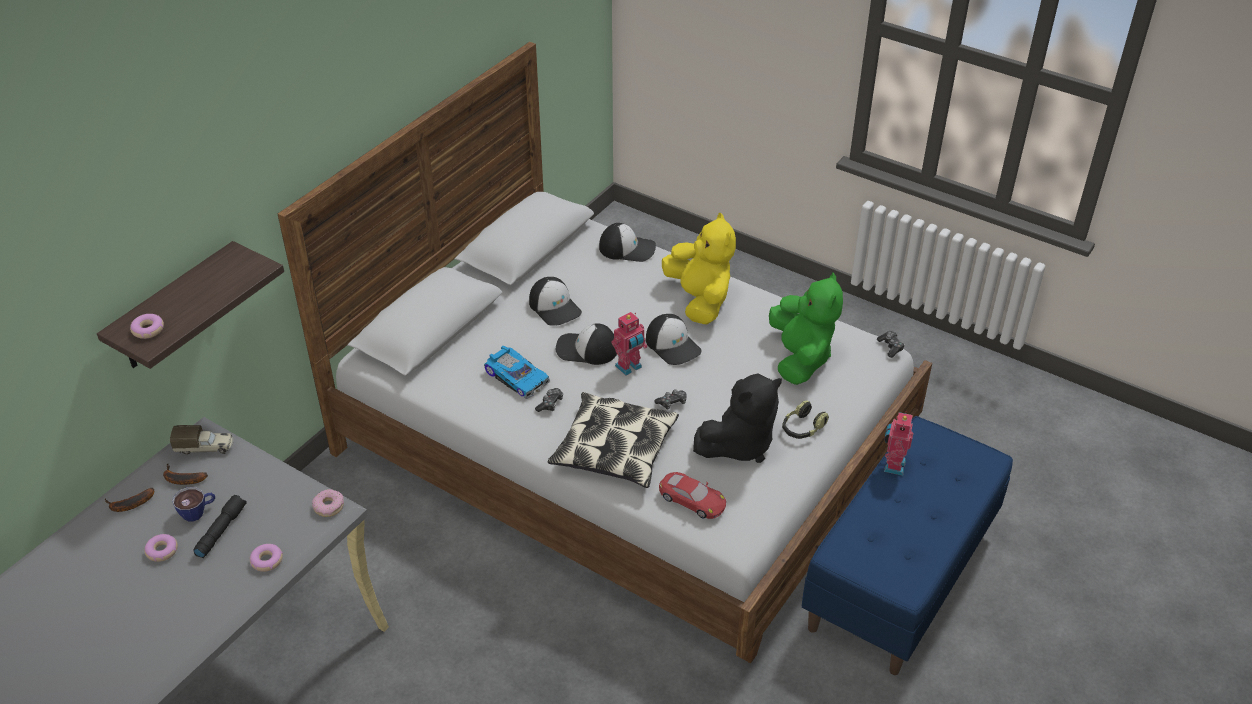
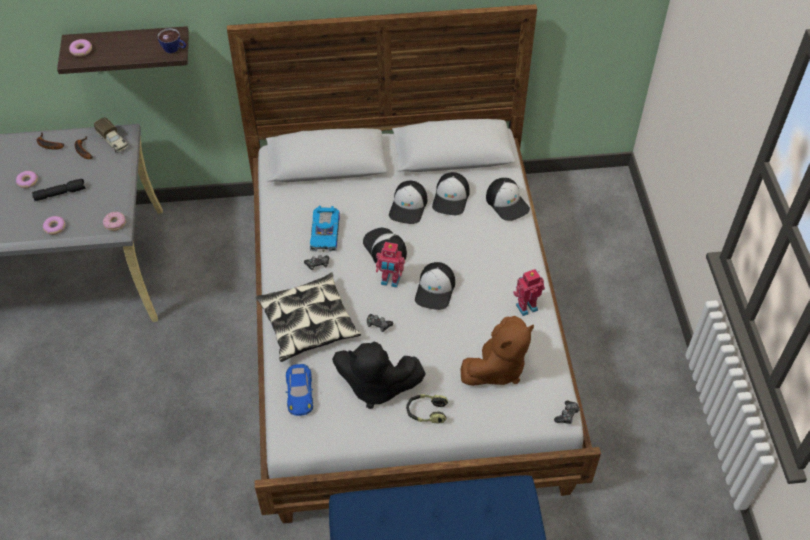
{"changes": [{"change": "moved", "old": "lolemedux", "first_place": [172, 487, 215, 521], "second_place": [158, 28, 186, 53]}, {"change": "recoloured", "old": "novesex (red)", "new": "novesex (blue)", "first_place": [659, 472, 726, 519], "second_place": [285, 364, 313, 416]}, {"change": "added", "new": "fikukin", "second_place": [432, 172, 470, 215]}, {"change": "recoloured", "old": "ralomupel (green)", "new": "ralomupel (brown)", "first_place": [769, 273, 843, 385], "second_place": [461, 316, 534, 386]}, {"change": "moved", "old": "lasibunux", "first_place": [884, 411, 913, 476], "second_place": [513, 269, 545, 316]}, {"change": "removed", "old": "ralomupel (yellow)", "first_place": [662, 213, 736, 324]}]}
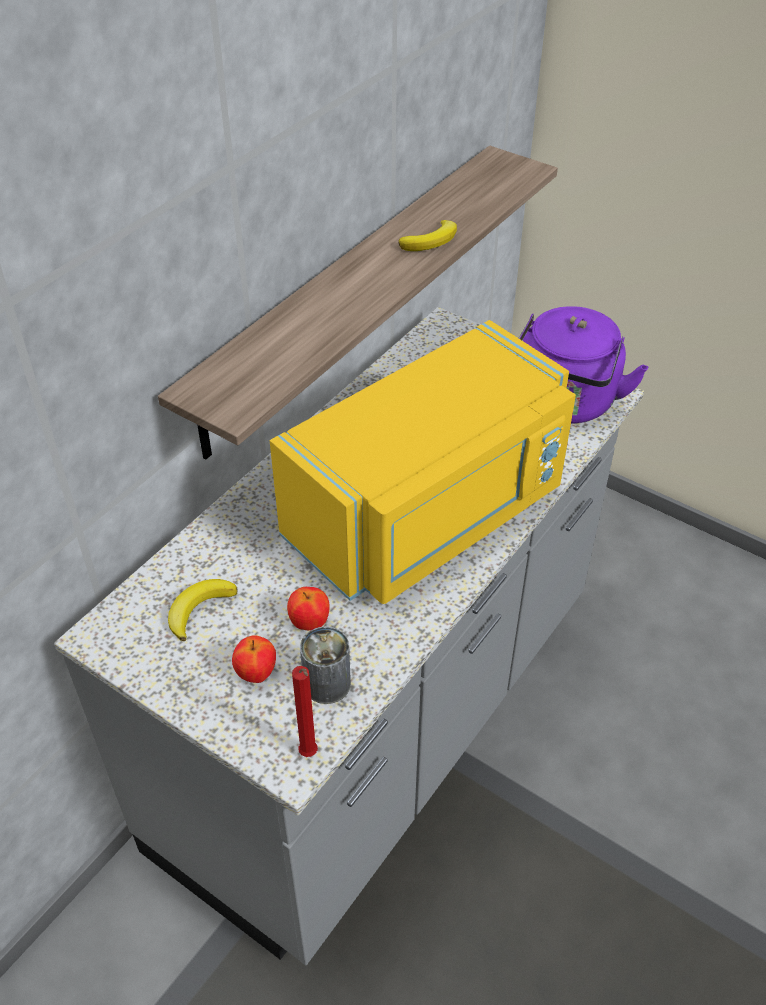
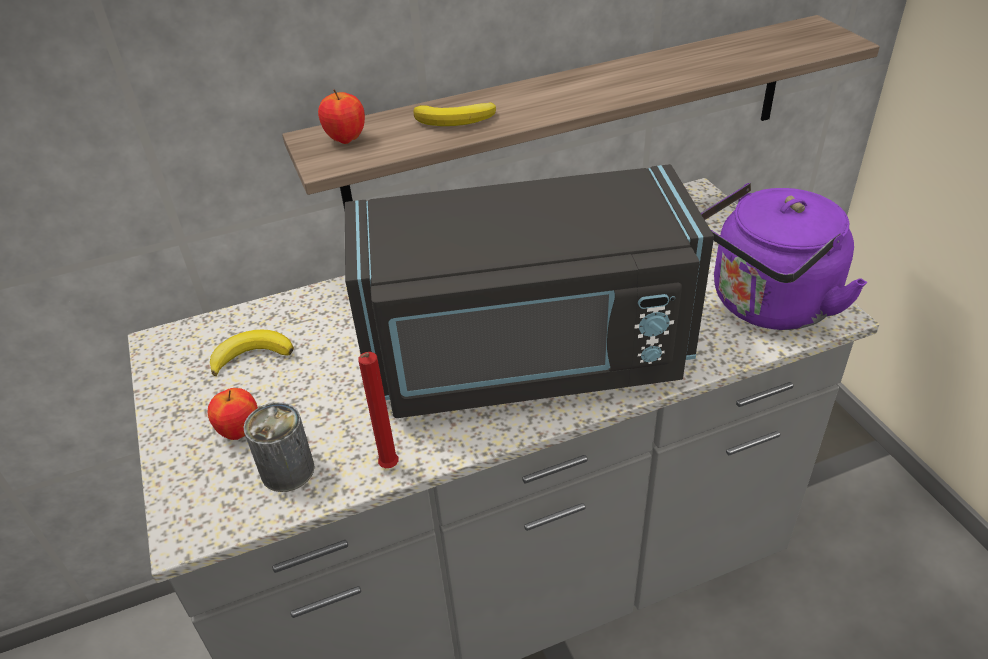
{"changes": [{"change": "moved", "old": "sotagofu", "first_place": [287, 587, 330, 630], "second_place": [318, 89, 365, 144]}, {"change": "recoloured", "old": "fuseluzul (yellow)", "new": "fuseluzul (black)", "first_place": [270, 320, 576, 604], "second_place": [345, 164, 714, 418]}, {"change": "moved", "old": "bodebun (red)", "first_place": [292, 666, 318, 757], "second_place": [358, 352, 399, 468]}, {"change": "moved", "old": "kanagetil", "first_place": [398, 220, 457, 251], "second_place": [414, 102, 496, 126]}]}
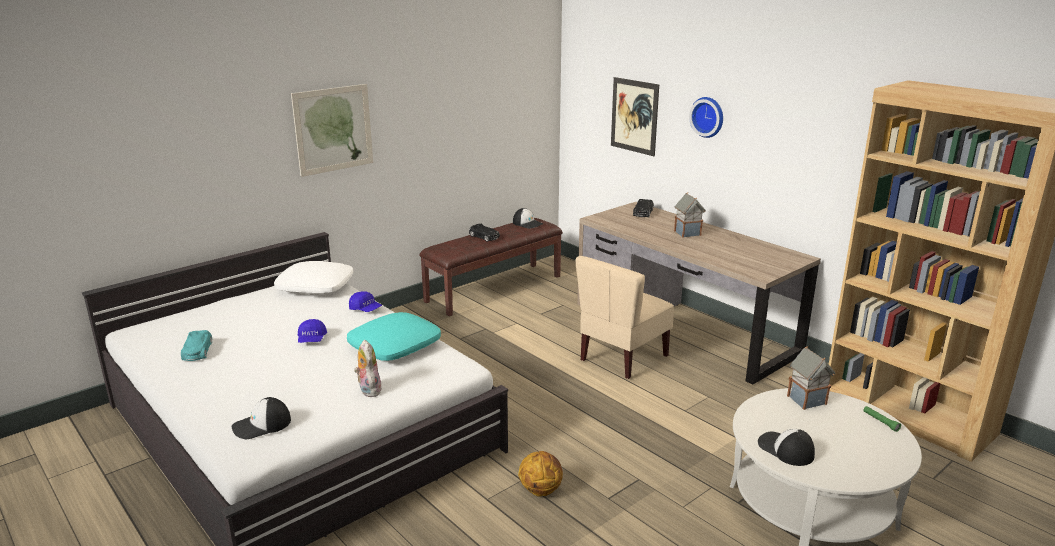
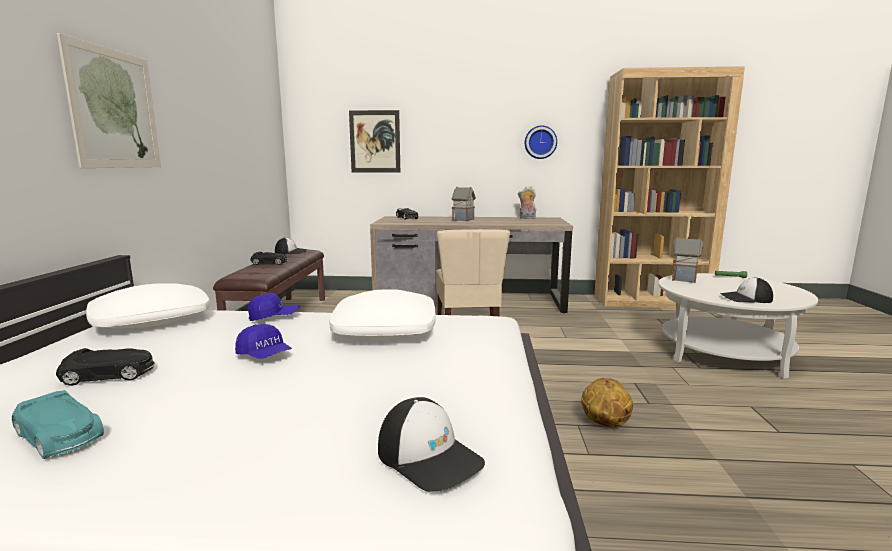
{"changes": [{"change": "added", "new": "novesex (black)", "second_place": [56, 348, 155, 386]}, {"change": "recoloured", "old": "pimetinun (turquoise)", "new": "pimetinun (white)", "first_place": [347, 312, 441, 361], "second_place": [329, 289, 436, 339]}, {"change": "turned", "old": "fikukin", "first_place": [232, 397, 291, 440], "second_place": [378, 397, 485, 492], "degrees": -60}, {"change": "moved", "old": "ralomupel", "first_place": [354, 340, 382, 397], "second_place": [518, 186, 536, 219]}, {"change": "moved", "old": "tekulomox", "first_place": [689, 97, 723, 138], "second_place": [525, 125, 557, 159]}]}
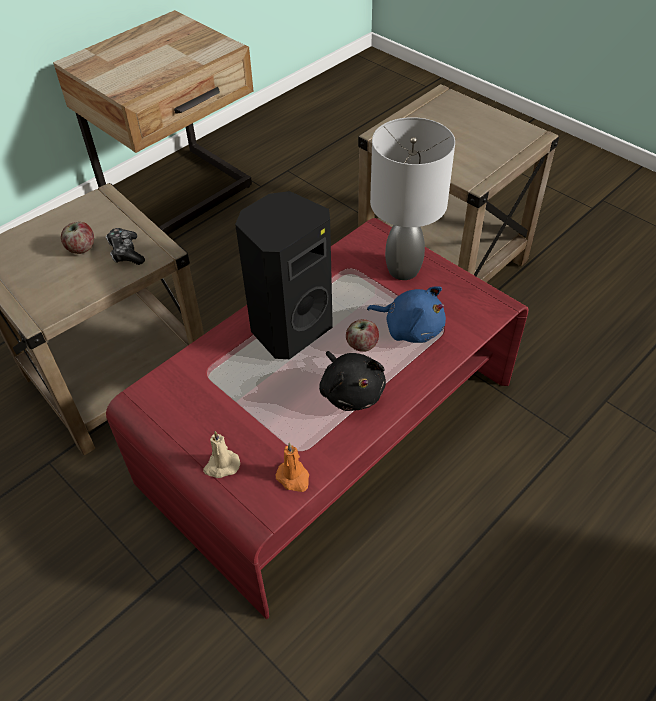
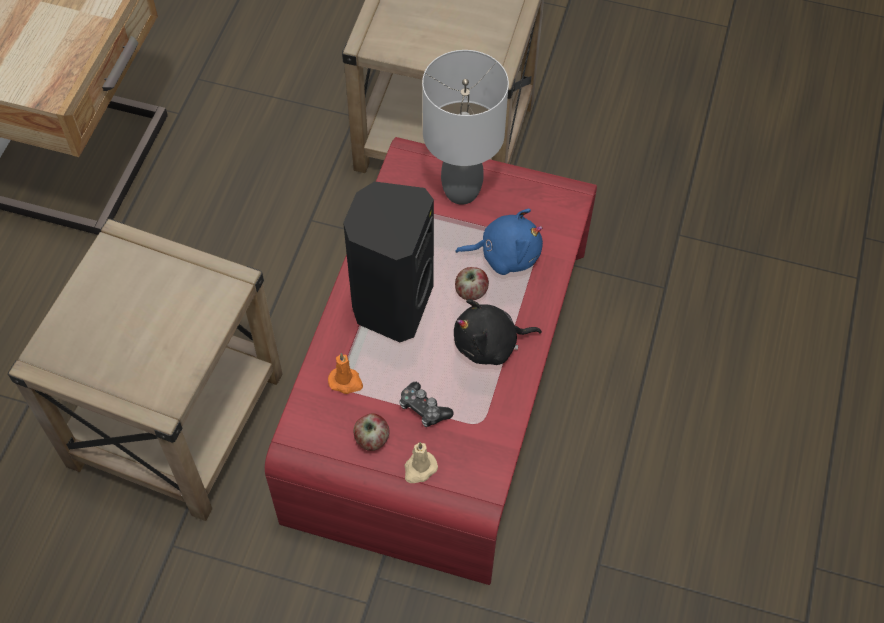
{"changes": [{"change": "moved", "old": "bodebun (orange)", "first_place": [275, 443, 309, 492], "second_place": [328, 353, 363, 394]}, {"change": "moved", "old": "sotagofu", "first_place": [61, 222, 94, 254], "second_place": [354, 414, 390, 451]}, {"change": "moved", "old": "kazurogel", "first_place": [106, 228, 145, 265], "second_place": [399, 382, 453, 427]}, {"change": "turned", "old": "ralomupel (black)", "first_place": [319, 351, 386, 411], "second_place": [454, 299, 542, 365], "degrees": 135}]}
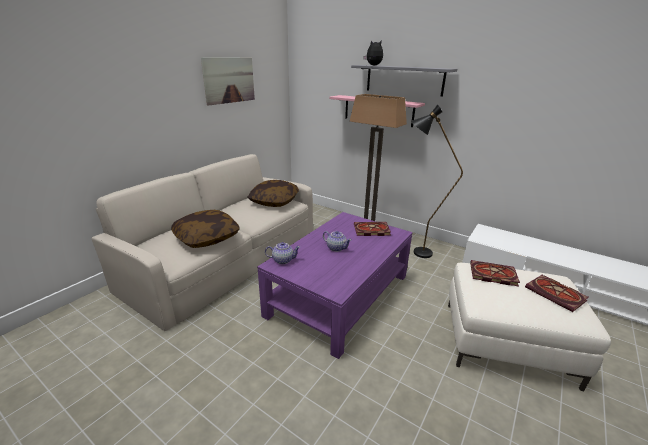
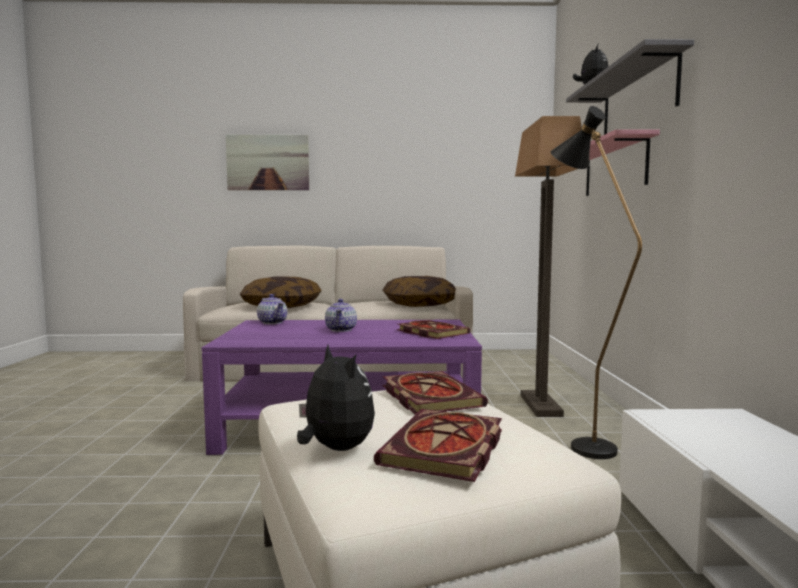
{"changes": [{"change": "moved", "old": "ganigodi", "first_place": [201, 57, 255, 106], "second_place": [226, 135, 309, 190]}, {"change": "added", "new": "ralomupel", "second_place": [297, 345, 375, 451]}]}
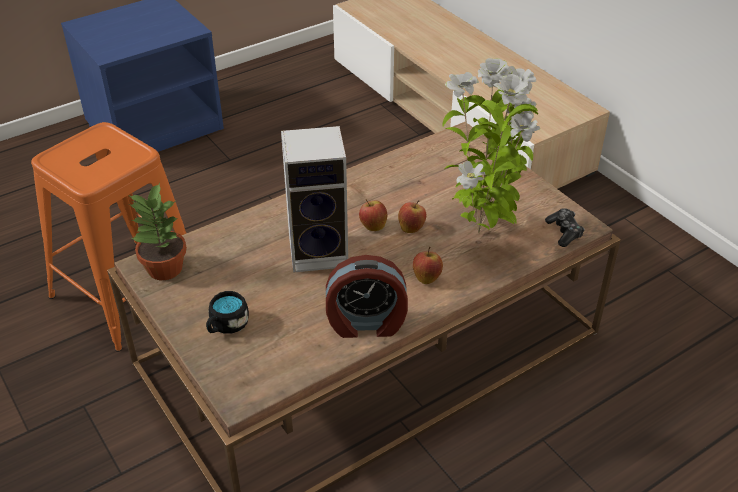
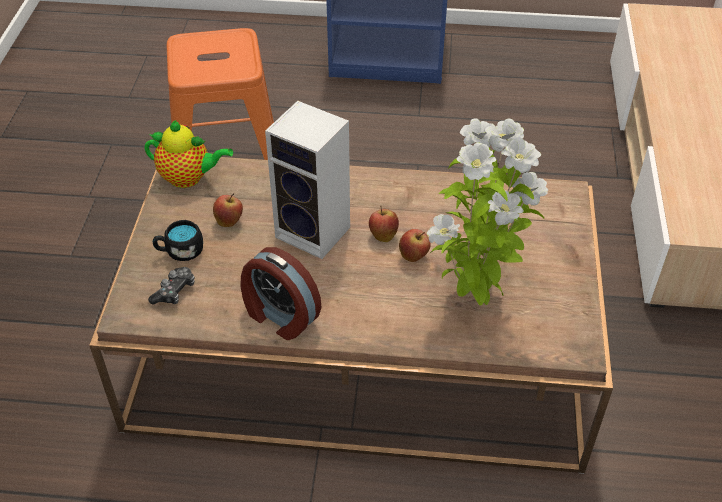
{"changes": [{"change": "replaced", "old": "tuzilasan", "new": "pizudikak", "first_place": [129, 183, 187, 280], "second_place": [144, 120, 233, 188]}, {"change": "moved", "old": "kazurogel", "first_place": [545, 208, 585, 247], "second_place": [148, 267, 195, 305]}, {"change": "moved", "old": "sotagofu", "first_place": [413, 247, 443, 284], "second_place": [213, 193, 243, 227]}]}
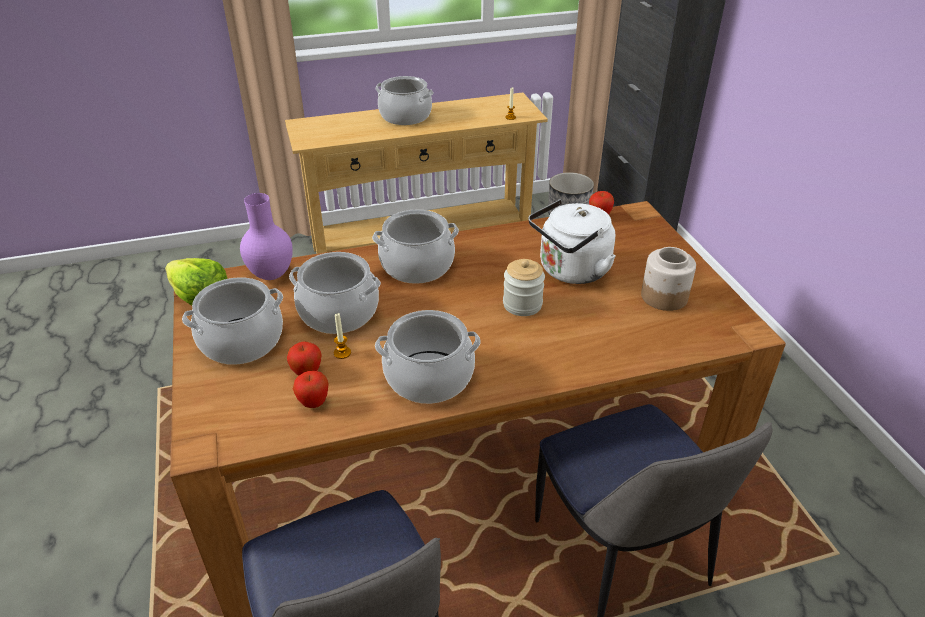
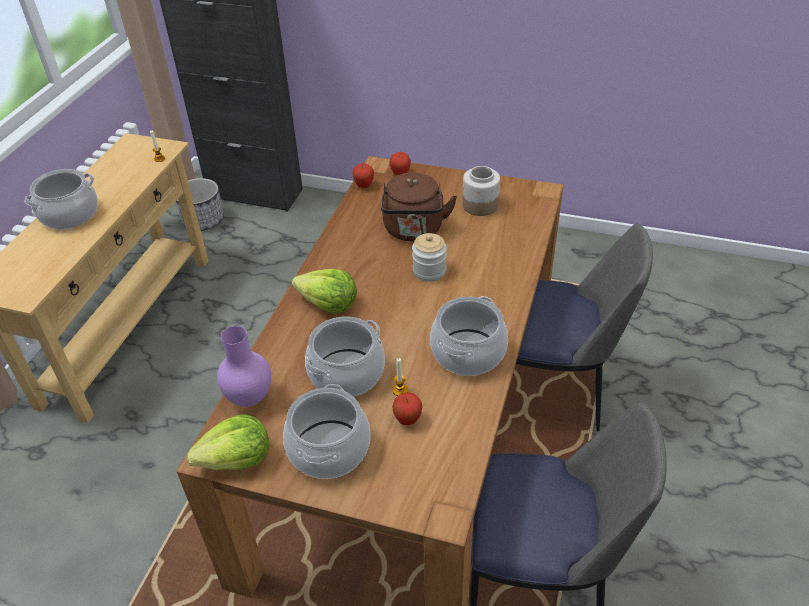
{"changes": [{"change": "replaced", "old": "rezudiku", "new": "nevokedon", "first_place": [372, 210, 459, 284], "second_place": [292, 269, 357, 314]}, {"change": "recoloured", "old": "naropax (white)", "new": "naropax (brown)", "first_place": [528, 199, 616, 284], "second_place": [381, 172, 457, 241]}, {"change": "moved", "old": "sotagofu", "first_place": [293, 371, 329, 408], "second_place": [389, 152, 411, 175]}]}
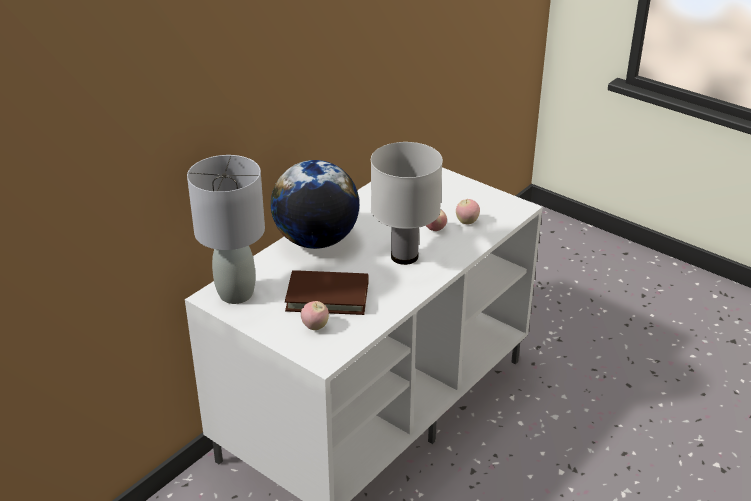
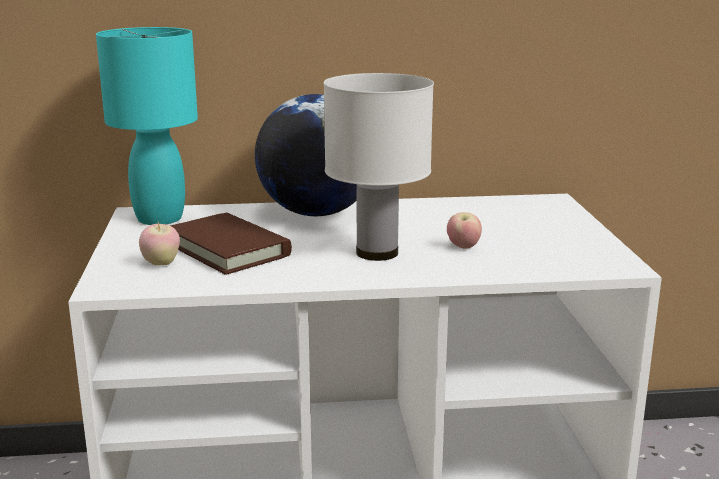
{"changes": [{"change": "recoloured", "old": "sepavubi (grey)", "new": "sepavubi (turquoise)", "first_place": [187, 155, 265, 304], "second_place": [96, 27, 198, 225]}, {"change": "removed", "old": "sotagofu", "first_place": [456, 199, 480, 224]}]}
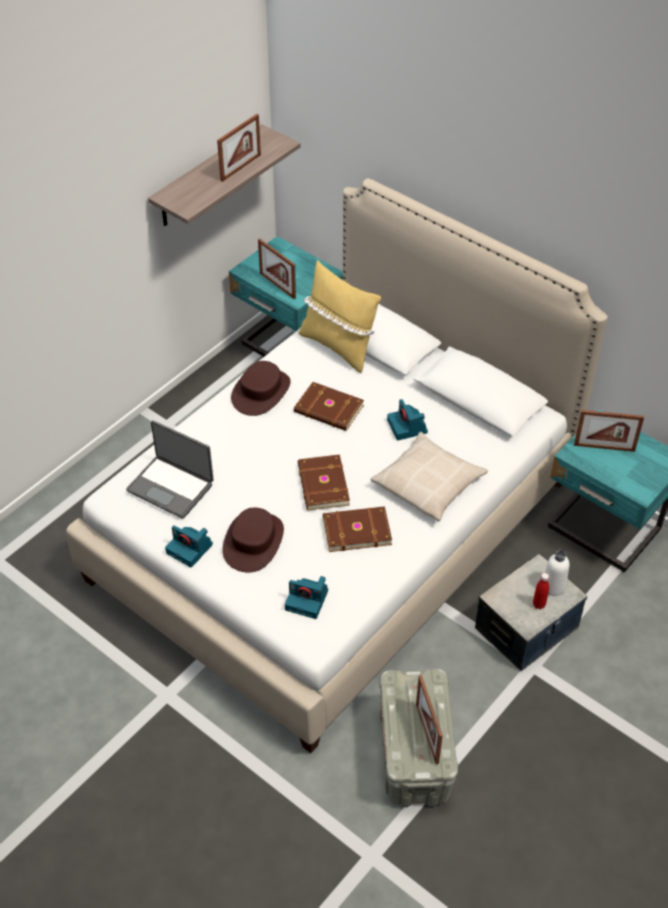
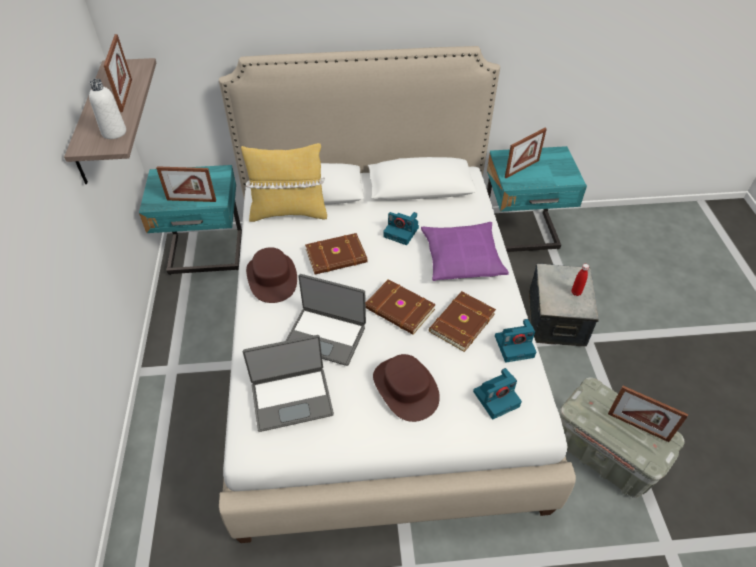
{"changes": [{"change": "moved", "old": "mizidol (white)", "first_place": [545, 550, 569, 596], "second_place": [89, 79, 126, 139]}, {"change": "added", "new": "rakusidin", "second_place": [285, 274, 366, 366]}, {"change": "recoloured", "old": "pimetinun (beige)", "new": "pimetinun (purple)", "first_place": [371, 432, 488, 522], "second_place": [421, 222, 509, 281]}, {"change": "moved", "old": "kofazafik", "first_place": [165, 525, 213, 568], "second_place": [495, 319, 536, 363]}]}
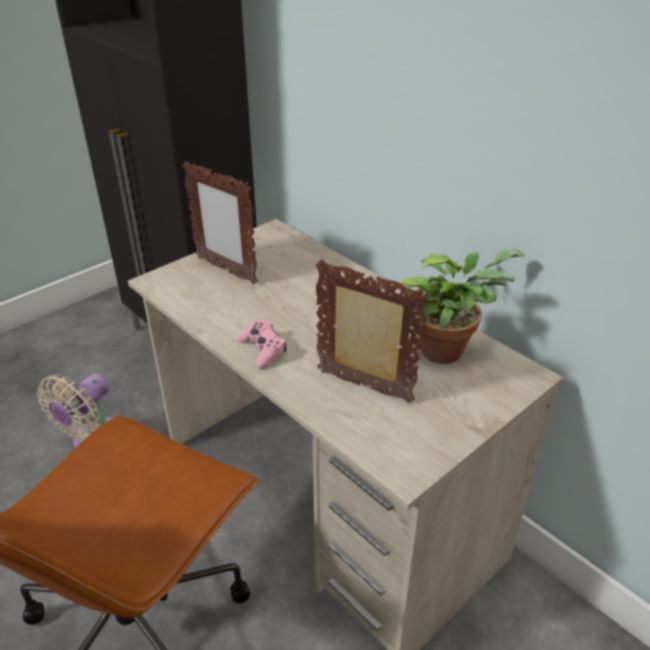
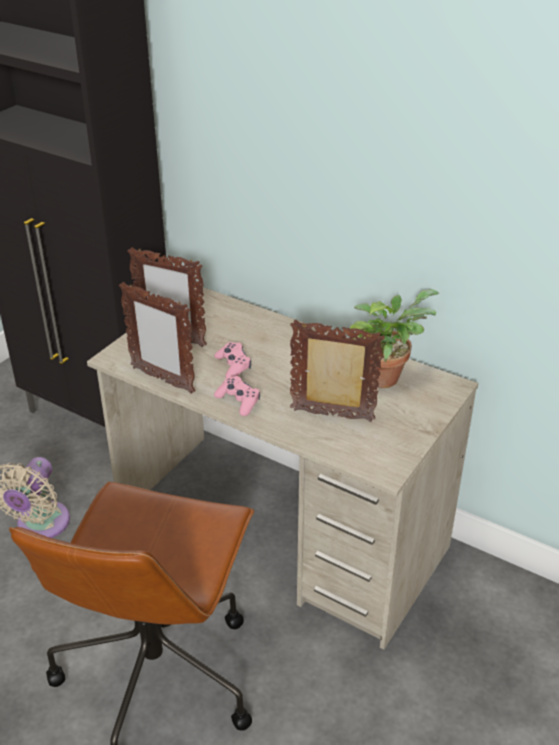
{"changes": [{"change": "added", "new": "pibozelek", "second_place": [119, 282, 196, 394]}, {"change": "added", "new": "kazurogel (pink)", "second_place": [214, 342, 251, 378]}]}
